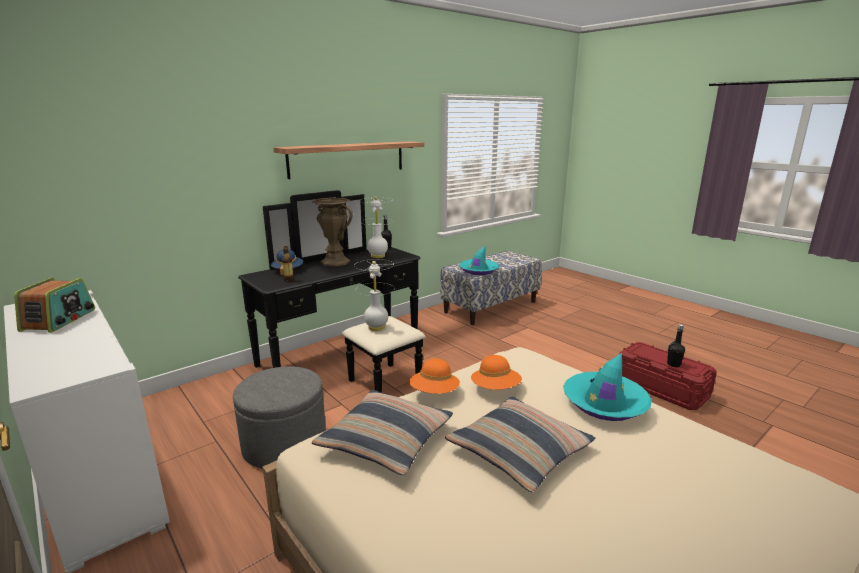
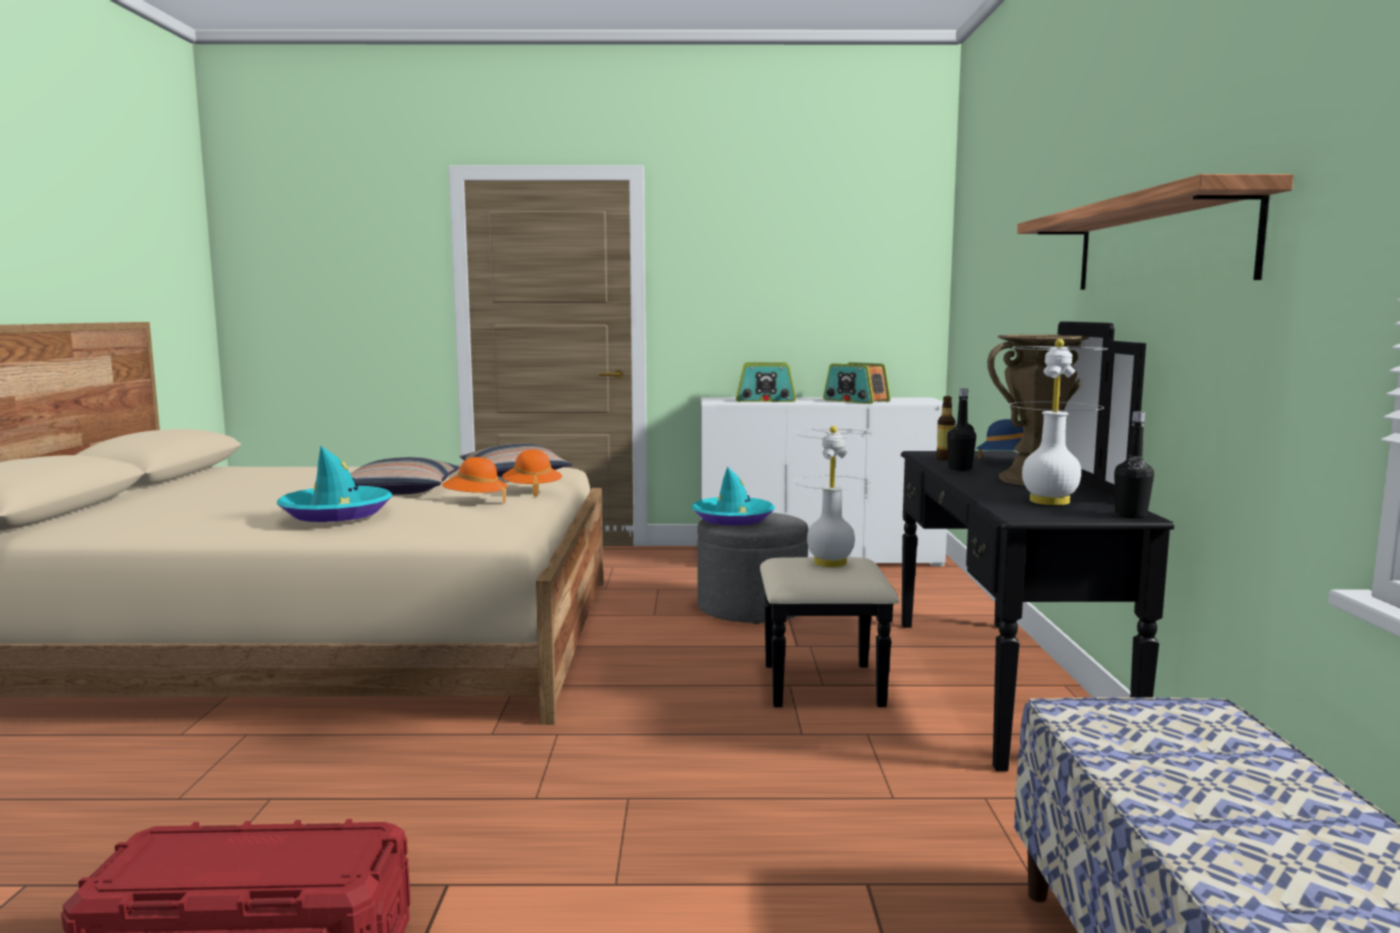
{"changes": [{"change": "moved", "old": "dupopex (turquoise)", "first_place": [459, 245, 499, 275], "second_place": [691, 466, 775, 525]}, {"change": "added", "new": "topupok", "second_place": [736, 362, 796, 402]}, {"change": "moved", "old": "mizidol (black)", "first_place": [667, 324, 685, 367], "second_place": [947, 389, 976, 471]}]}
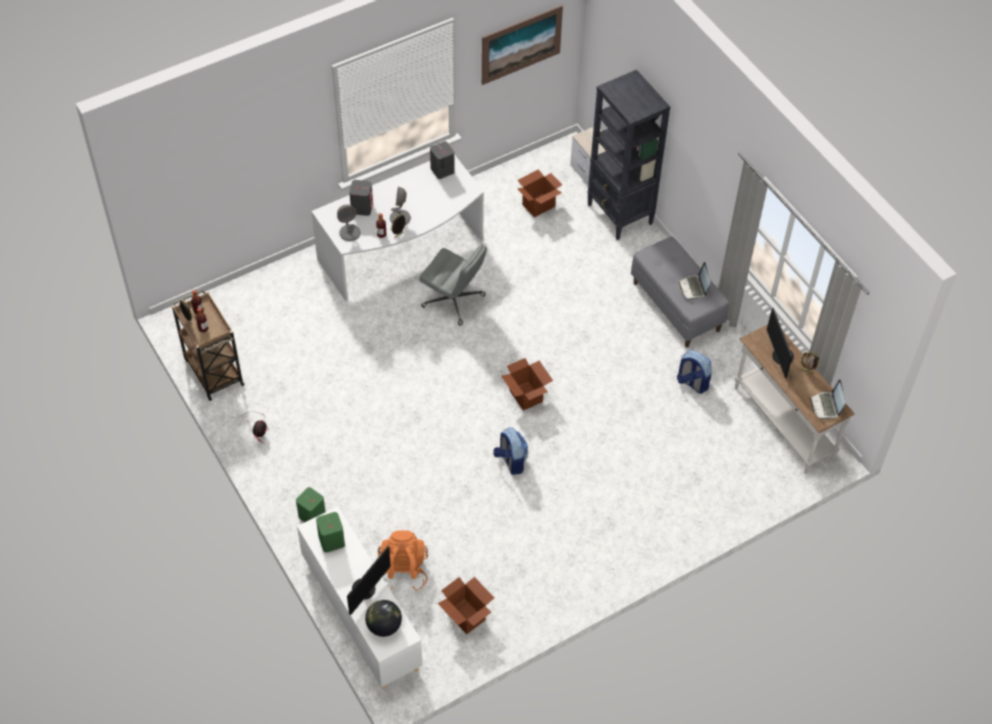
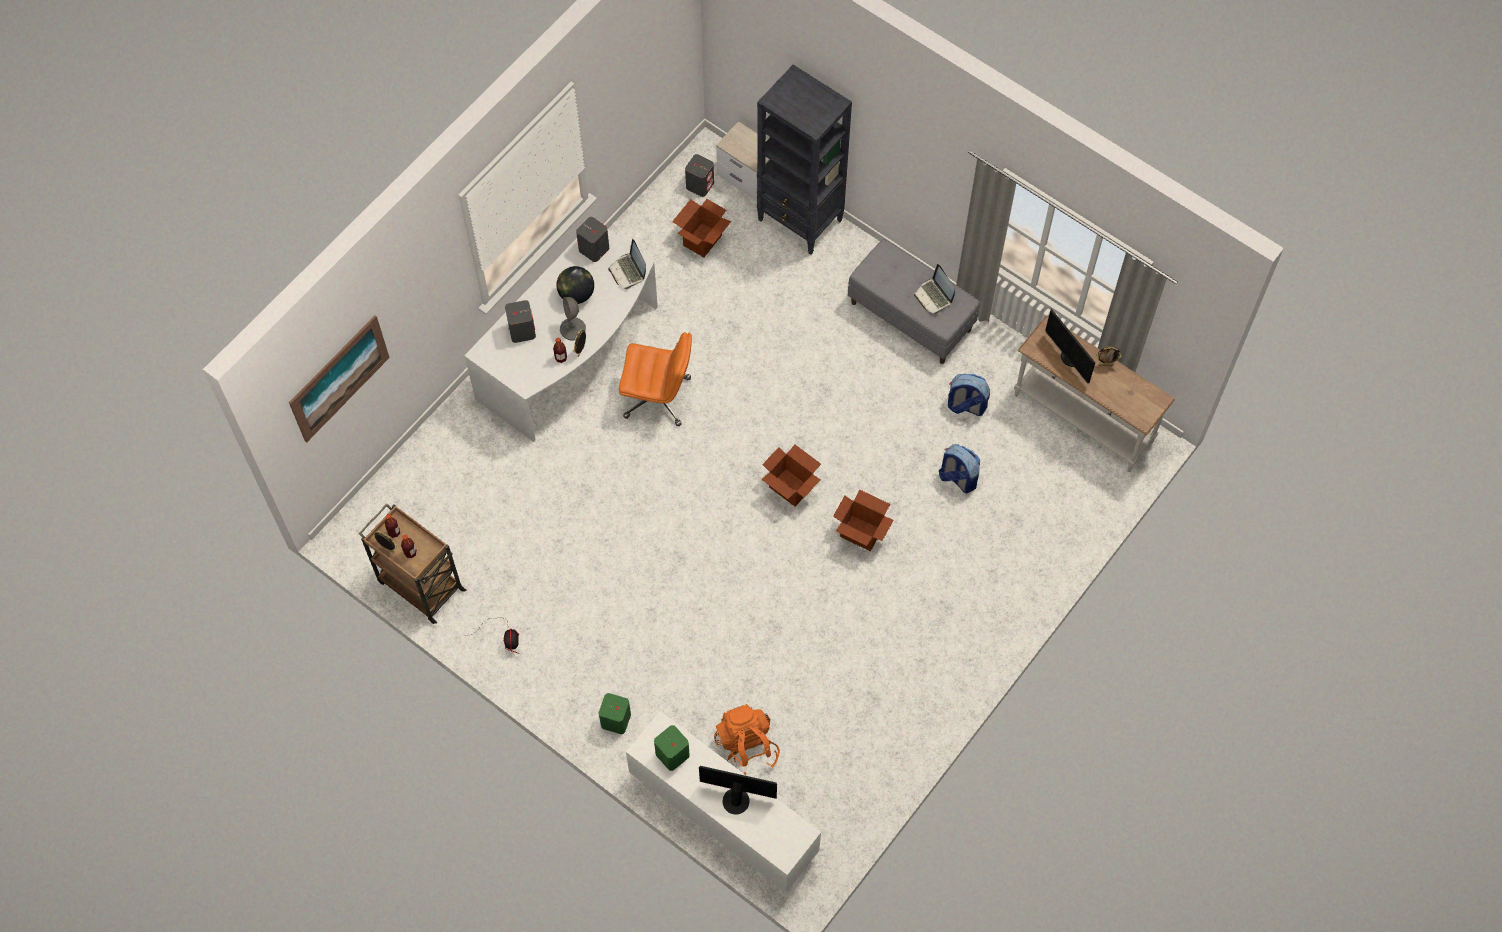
{"changes": [{"change": "moved", "old": "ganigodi", "first_place": [482, 5, 563, 85], "second_place": [289, 316, 390, 443]}, {"change": "moved", "old": "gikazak", "first_place": [365, 600, 402, 637], "second_place": [556, 266, 594, 304]}, {"change": "moved", "old": "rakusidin", "first_place": [810, 379, 845, 420], "second_place": [608, 239, 646, 290]}, {"change": "recoloured", "old": "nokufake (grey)", "new": "nokufake (orange)", "first_place": [419, 244, 487, 326], "second_place": [619, 332, 692, 426]}, {"change": "added", "new": "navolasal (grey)", "second_place": [685, 154, 714, 197]}, {"change": "turned", "old": "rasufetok", "first_place": [347, 546, 391, 615], "second_place": [699, 766, 777, 815], "degrees": -90}, {"change": "moved", "old": "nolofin", "first_place": [438, 577, 494, 634], "second_place": [833, 490, 894, 551]}, {"change": "moved", "old": "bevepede", "first_place": [493, 427, 528, 475], "second_place": [939, 444, 980, 493]}, {"change": "removed", "old": "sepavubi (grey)", "first_place": [337, 204, 361, 241]}]}
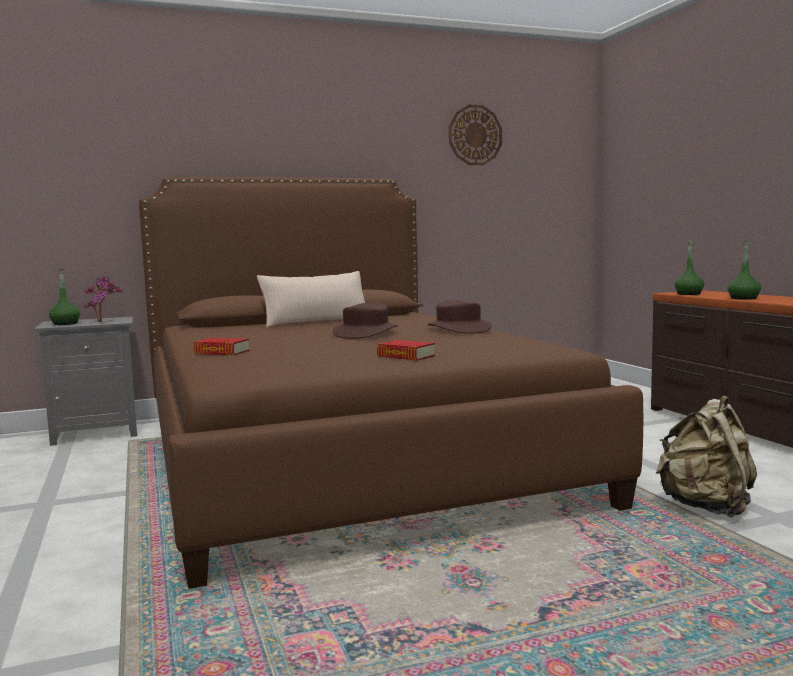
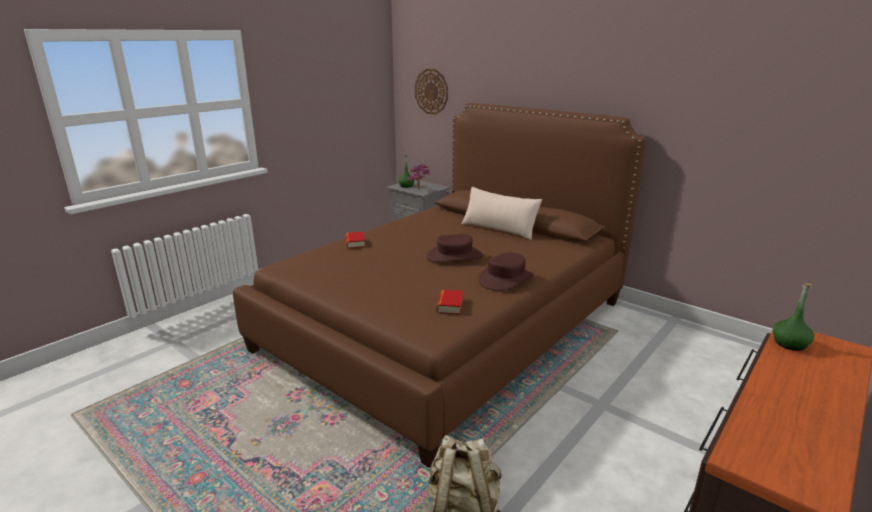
{"changes": [{"change": "moved", "old": "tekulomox", "first_place": [449, 105, 502, 165], "second_place": [415, 69, 448, 115]}, {"change": "moved", "old": "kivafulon", "first_place": [377, 340, 435, 360], "second_place": [437, 290, 463, 314]}, {"change": "removed", "old": "mizidol (green)", "first_place": [727, 240, 761, 300]}]}
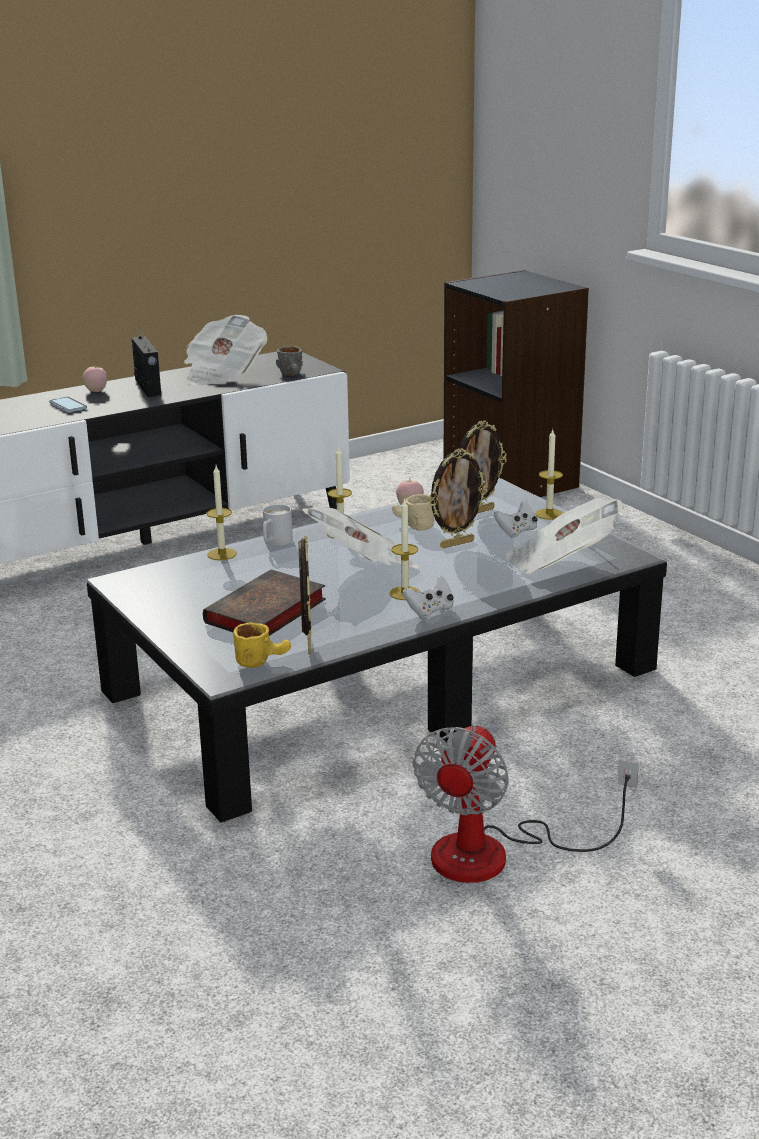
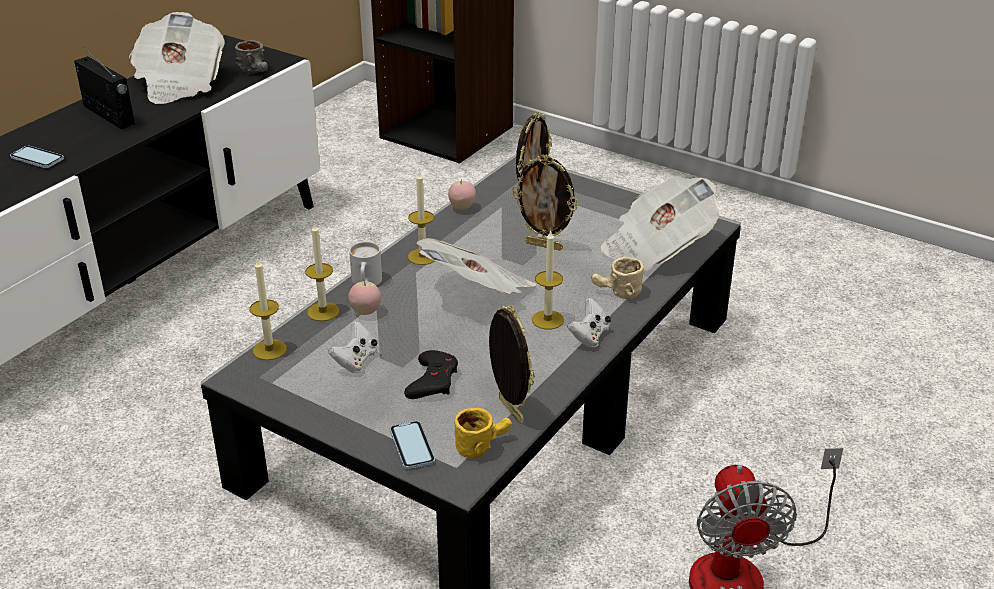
{"changes": [{"change": "moved", "old": "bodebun", "first_place": [535, 429, 563, 520], "second_place": [250, 258, 287, 360]}, {"change": "moved", "old": "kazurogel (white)", "first_place": [494, 501, 537, 537], "second_place": [328, 321, 378, 373]}, {"change": "moved", "old": "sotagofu", "first_place": [83, 365, 107, 392], "second_place": [348, 280, 381, 315]}, {"change": "added", "new": "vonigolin", "second_place": [390, 421, 435, 469]}, {"change": "replaced", "old": "kivafulon", "new": "kazurogel (black)", "first_place": [203, 569, 326, 636], "second_place": [404, 350, 458, 399]}, {"change": "turned", "old": "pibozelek", "first_place": [429, 448, 488, 548], "second_place": [512, 154, 578, 251], "degrees": 75}, {"change": "moved", "old": "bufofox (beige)", "first_place": [392, 494, 434, 531], "second_place": [591, 257, 644, 299]}]}
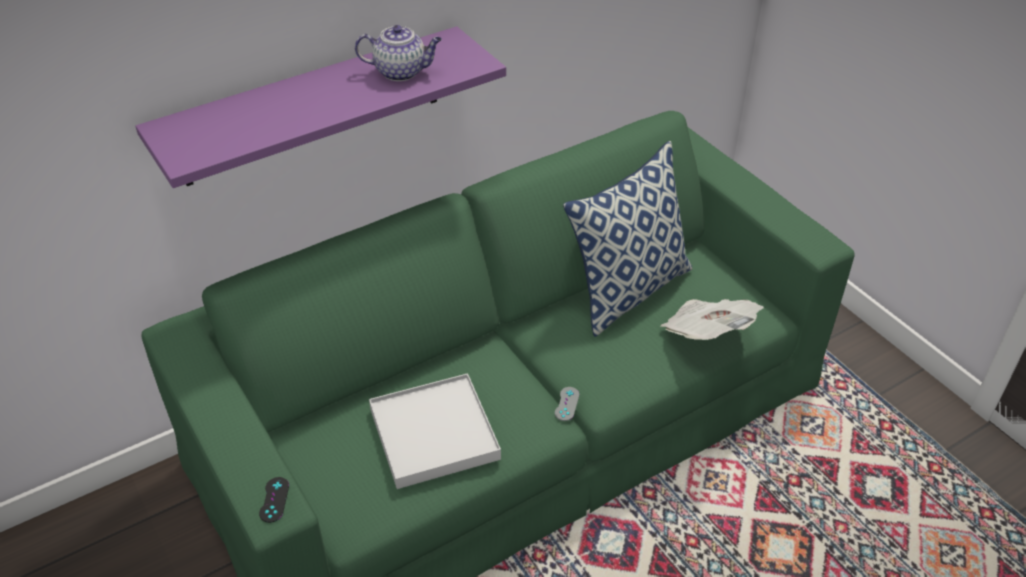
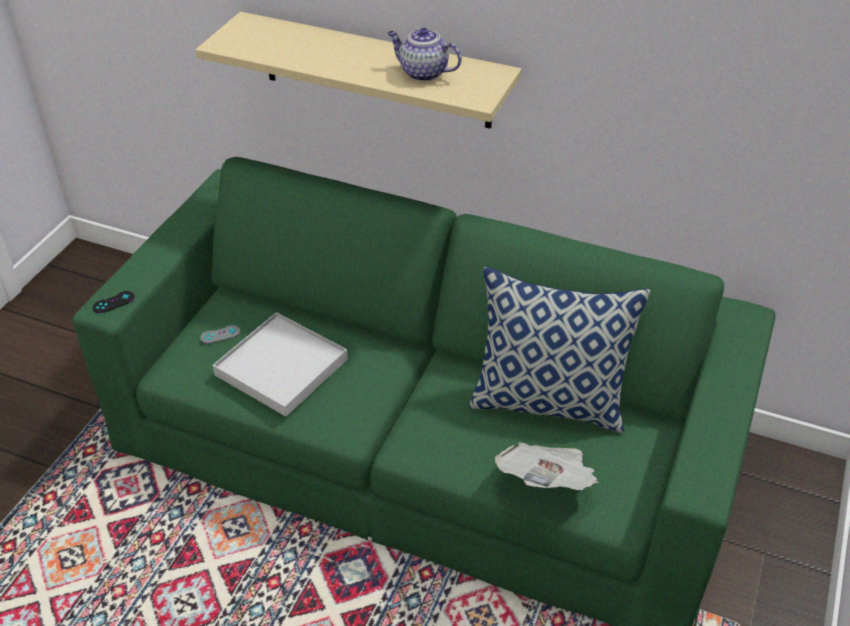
{"changes": [{"change": "recoloured", "old": "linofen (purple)", "new": "linofen (beige)", "first_place": [135, 26, 506, 188], "second_place": [196, 12, 521, 129]}, {"change": "moved", "old": "kazurogel (grey)", "first_place": [555, 387, 579, 421], "second_place": [200, 325, 240, 344]}, {"change": "turned", "old": "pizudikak", "first_place": [355, 25, 442, 81], "second_place": [387, 28, 462, 81], "degrees": 150}]}
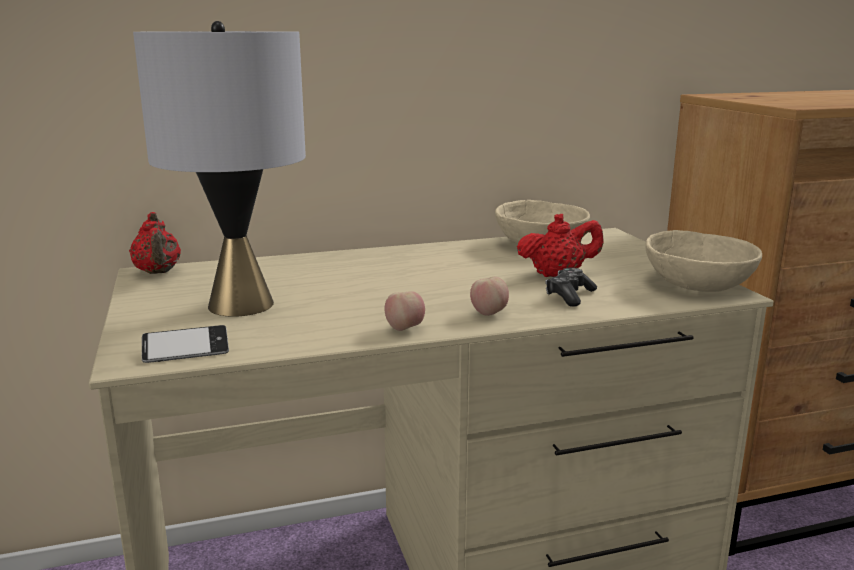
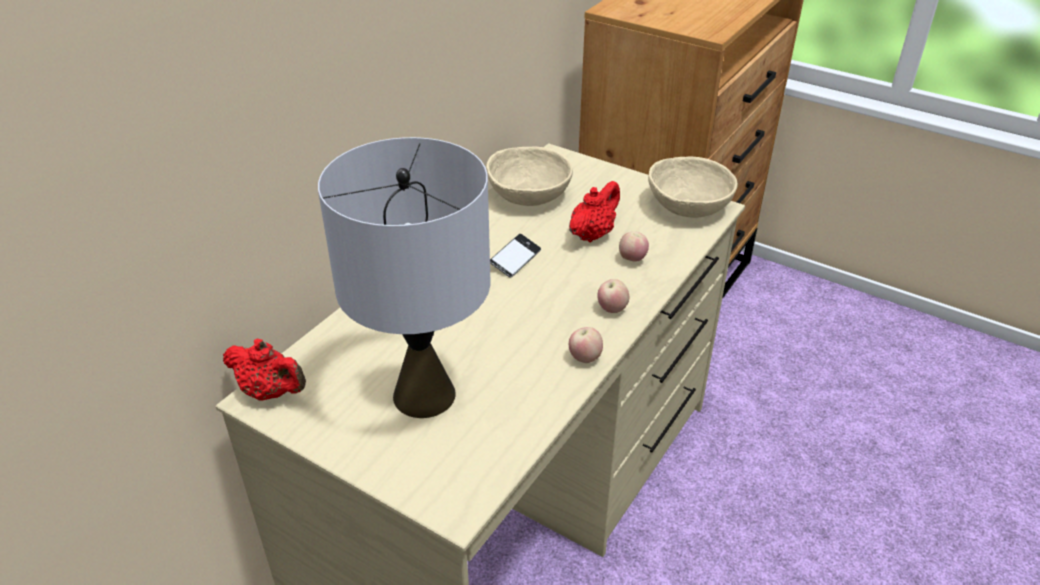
{"changes": [{"change": "moved", "old": "vonigolin", "first_place": [142, 325, 229, 363], "second_place": [490, 234, 541, 278]}, {"change": "replaced", "old": "kazurogel", "new": "sotagofu", "first_place": [545, 268, 597, 307], "second_place": [619, 232, 649, 261]}]}
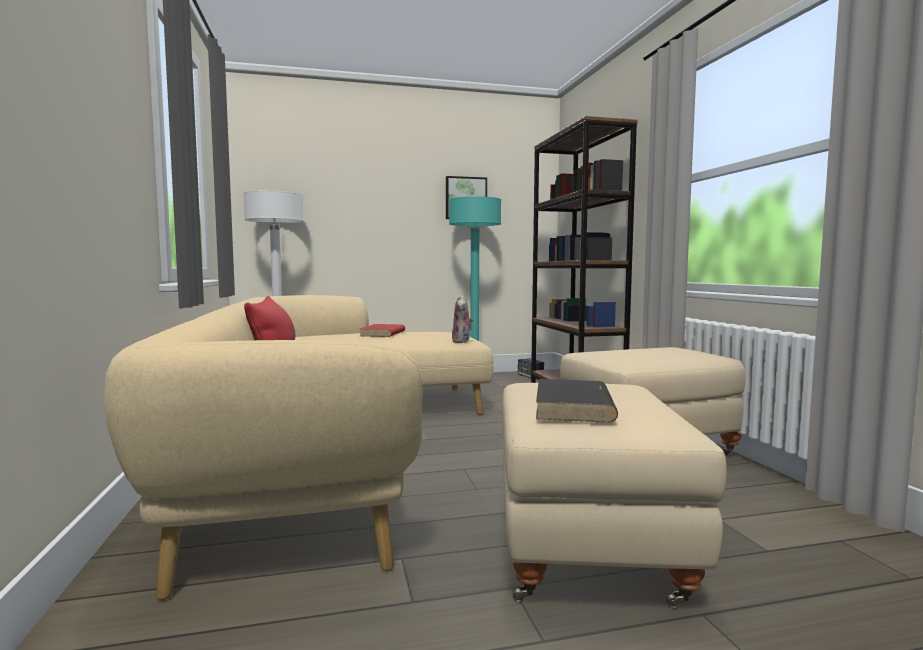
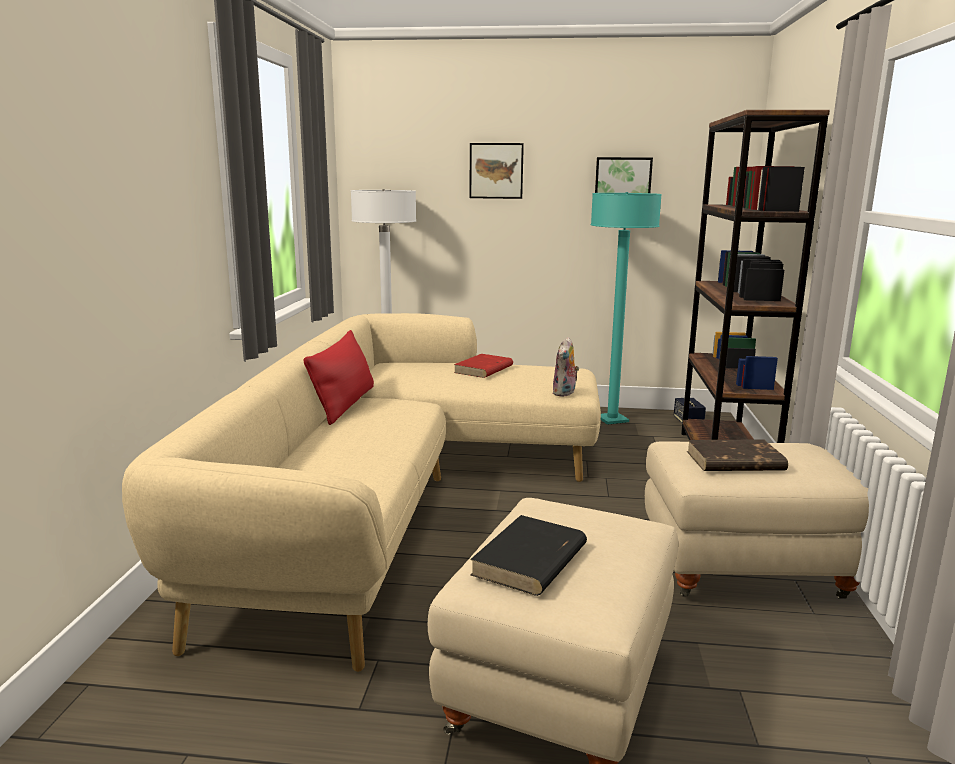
{"changes": [{"change": "added", "new": "ganigodi", "second_place": [469, 143, 524, 199]}, {"change": "added", "new": "kivafulon (brown)", "second_place": [687, 439, 788, 471]}]}
